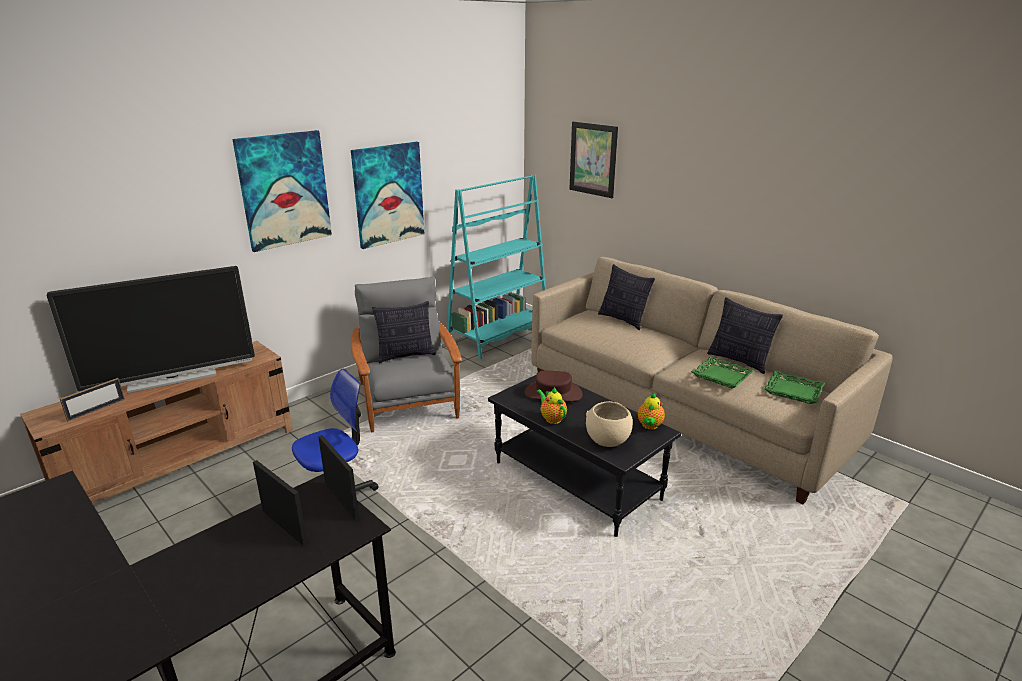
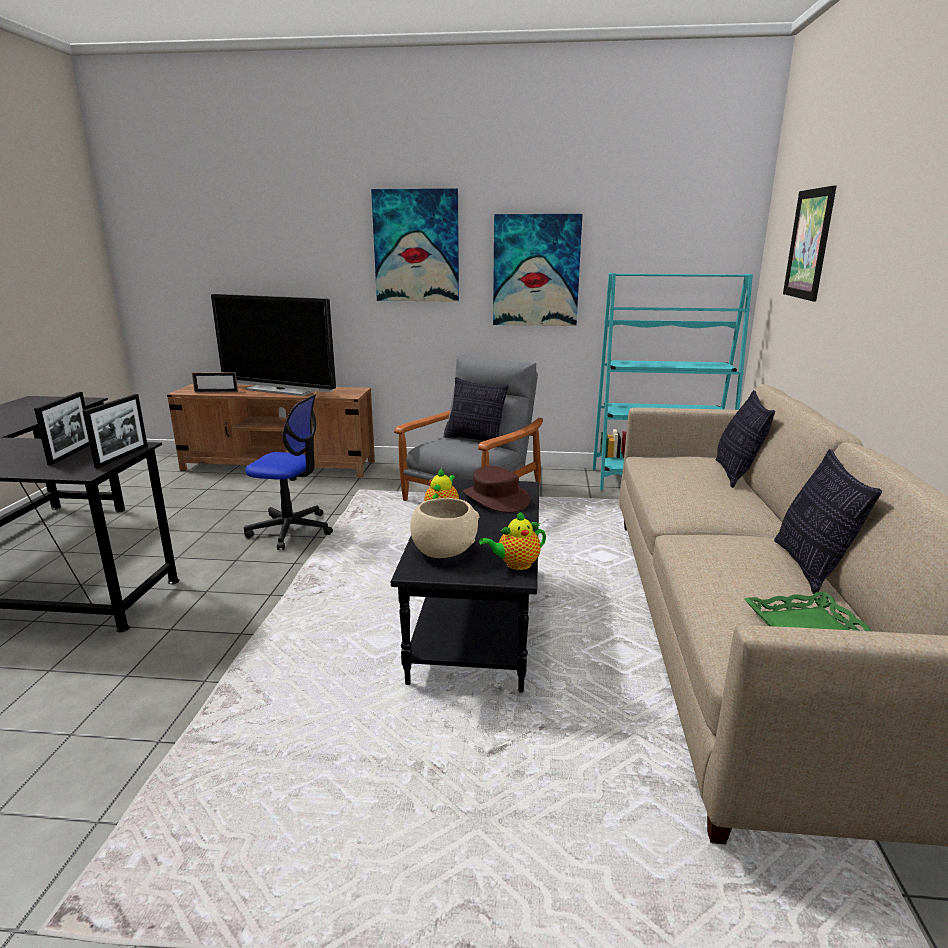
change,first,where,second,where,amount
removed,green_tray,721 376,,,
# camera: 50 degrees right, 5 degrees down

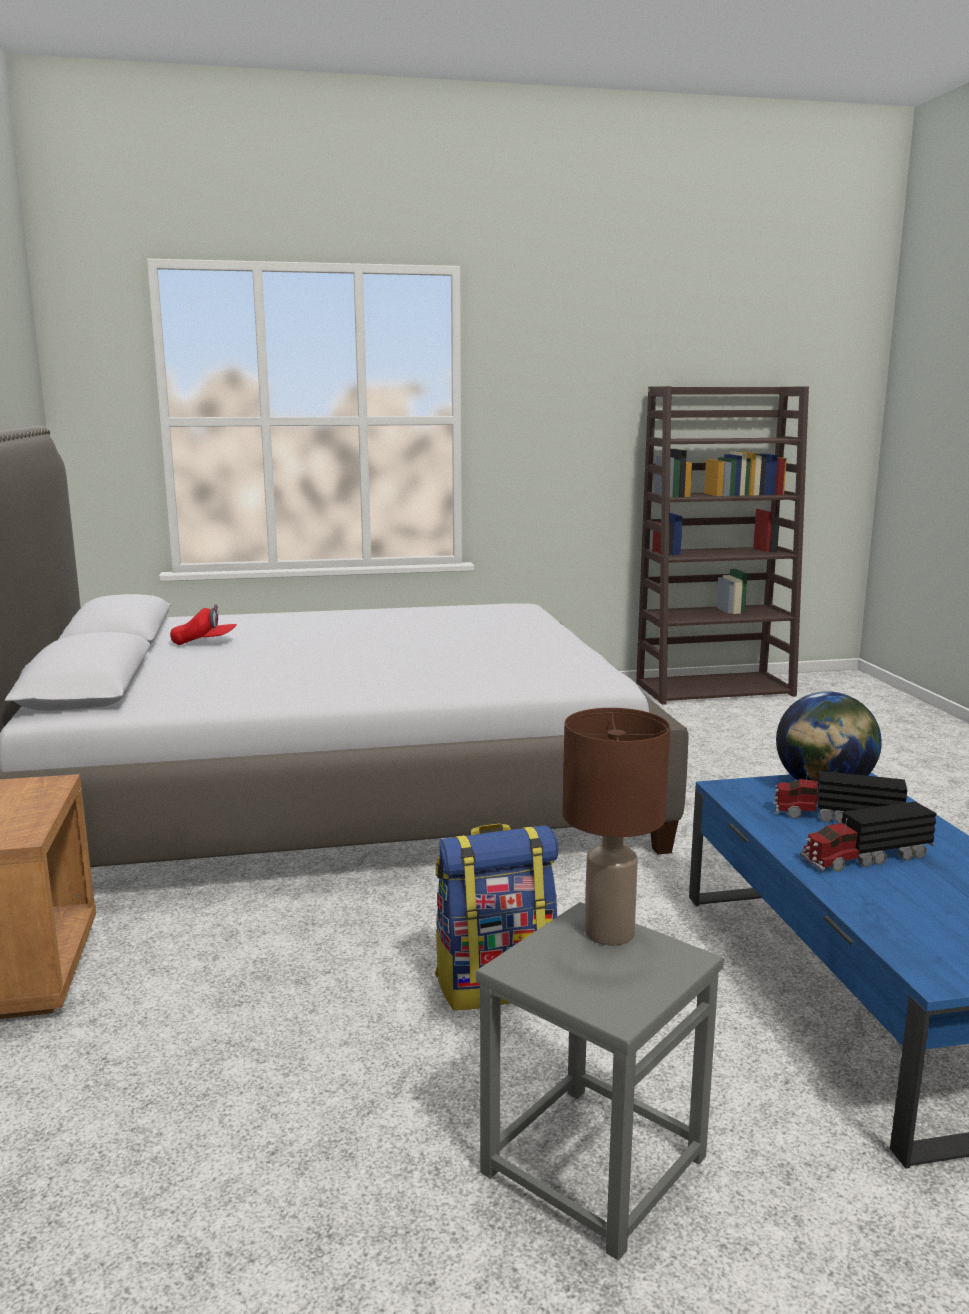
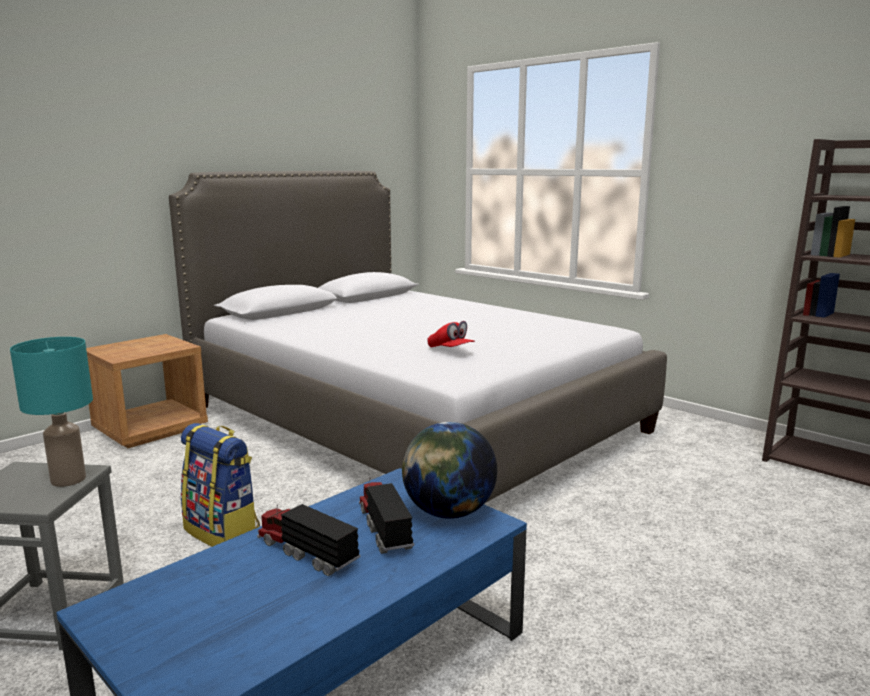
change,first,where,second,where,amount
moved,red_cap,204 642,,450 350,
recoloured,brown_table_lamp,608 932,turquoise_table_lamp,69 479,
# camera: 55 degrees right, 0 degrees up

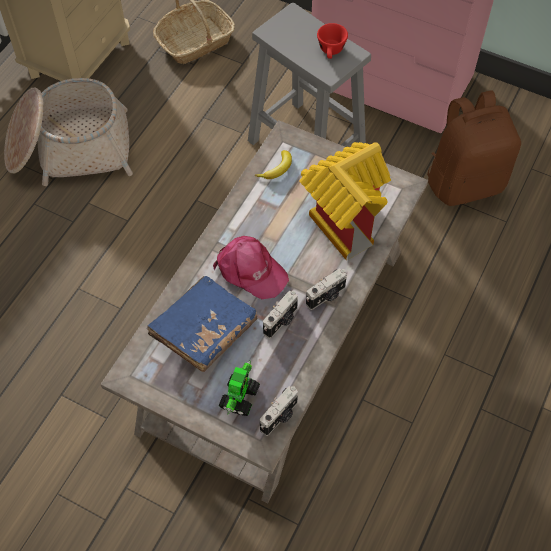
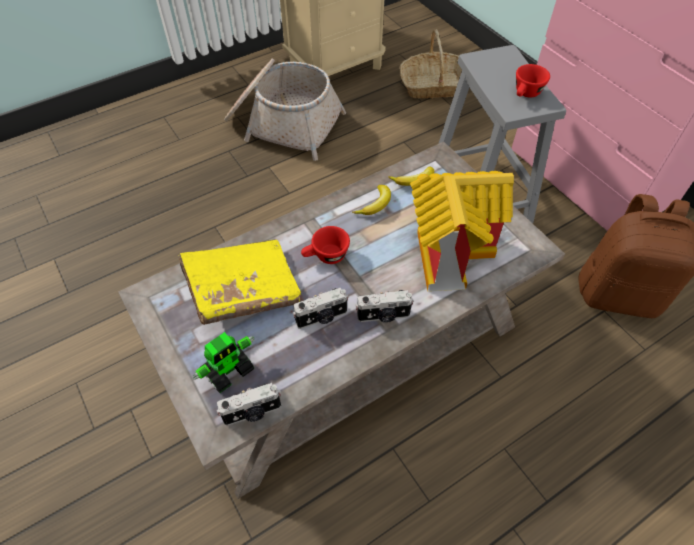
change,first,where,second,where,amount
replaced,pink_cap,250 270,red_cup,326 257,
recoloured,blue_book,204 330,yellow_book,243 290,
added,,,banana,375 205,
# camera: 30 degrees right, 5 degrees down

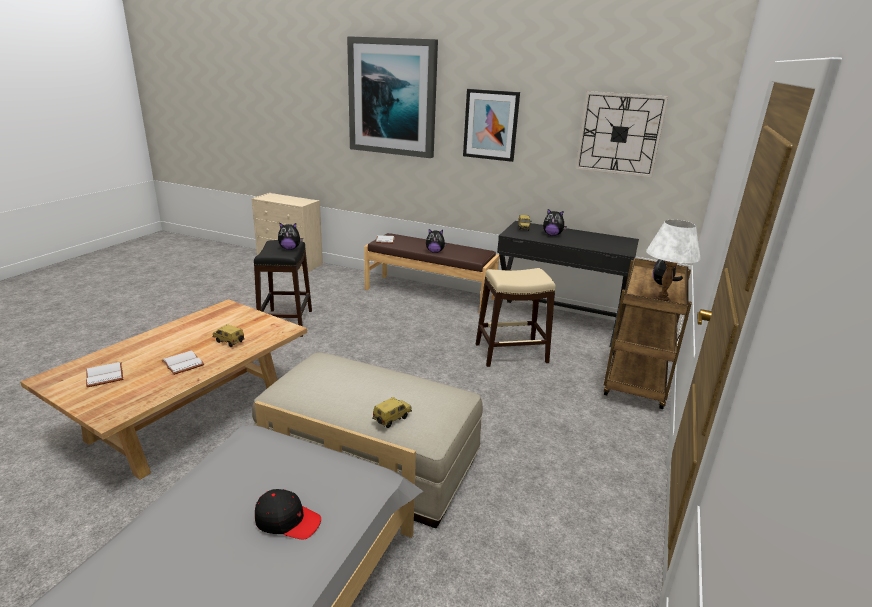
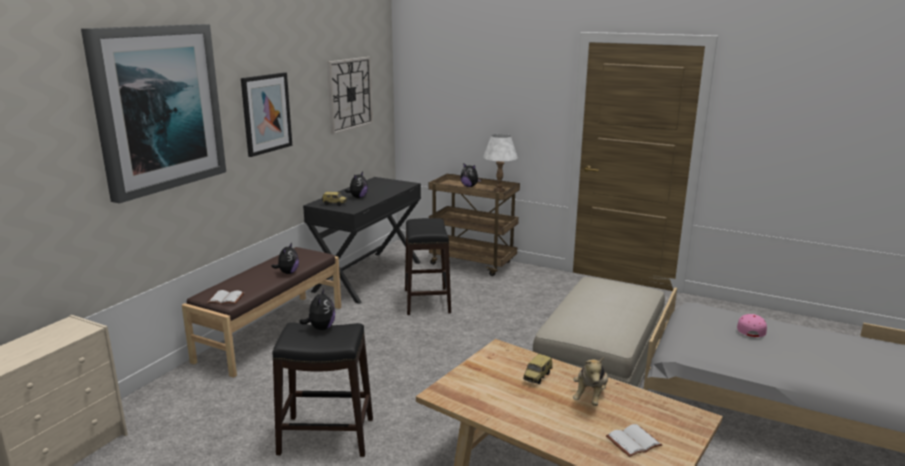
change,first,where,second,where,amount
recoloured,beige_stool,511 353,black_stool,427 301,
replaced,white_book,184 363,plush_toy,590 396,
removed,toy_car,392 419,,,
recoloured,black_cap,287 520,pink_cap,750 329,
# camera: 85 degrees left, 5 degrees down

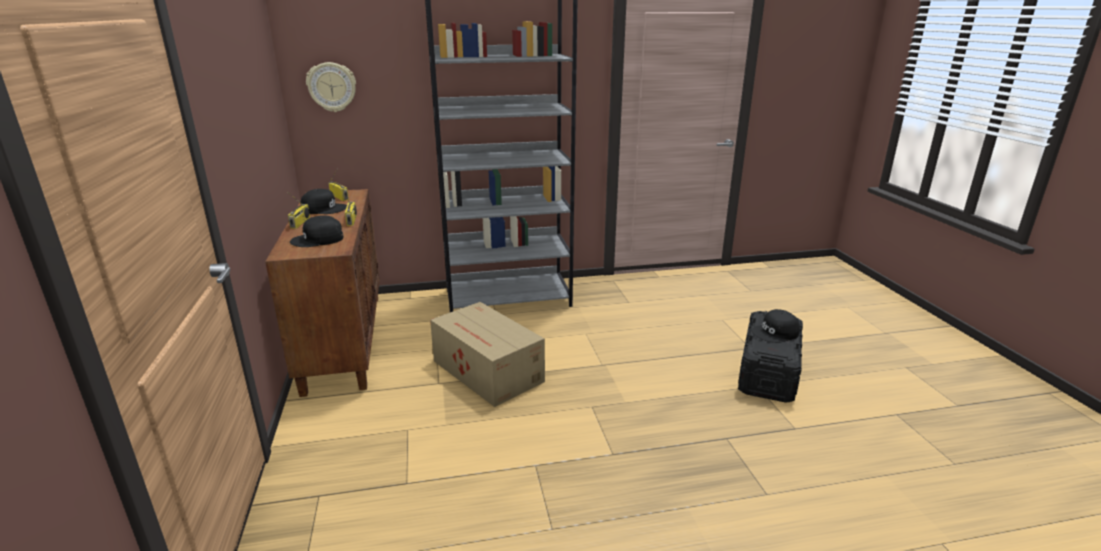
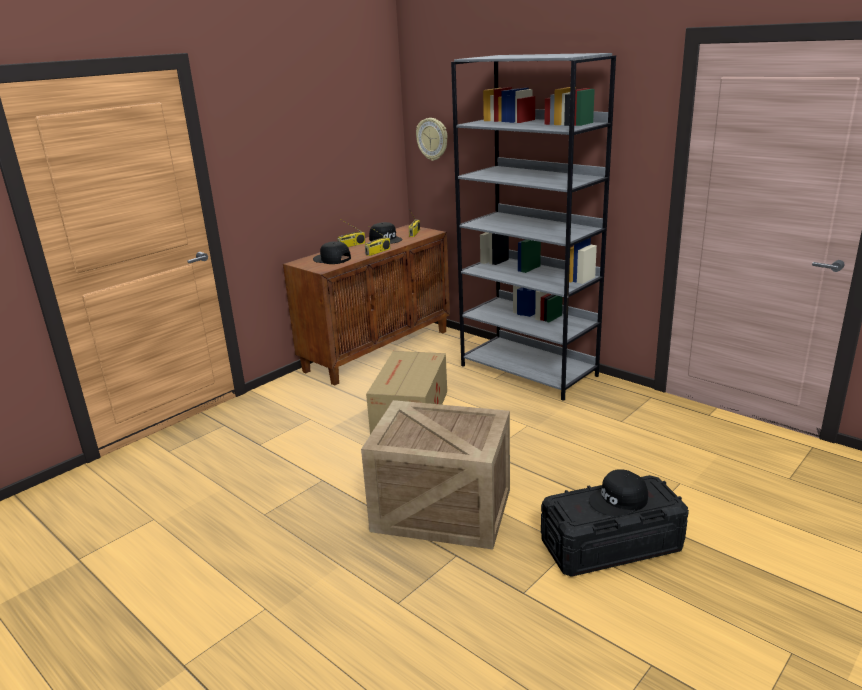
change,first,where,second,where,amount
turned,black_cap,776 332,,619 500,60 degrees counterclockwise
added,,,crate,444 509,
# camera: 55 degrees right, 0 degrees up

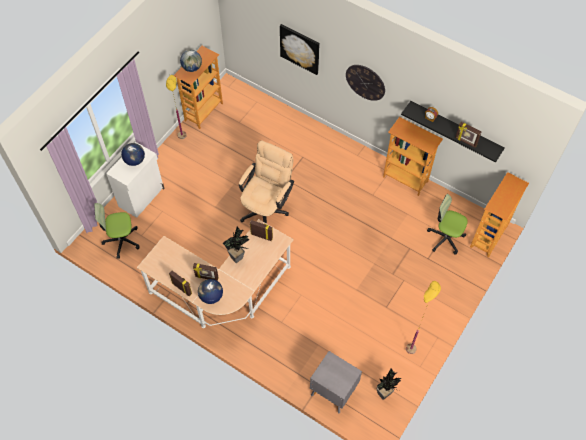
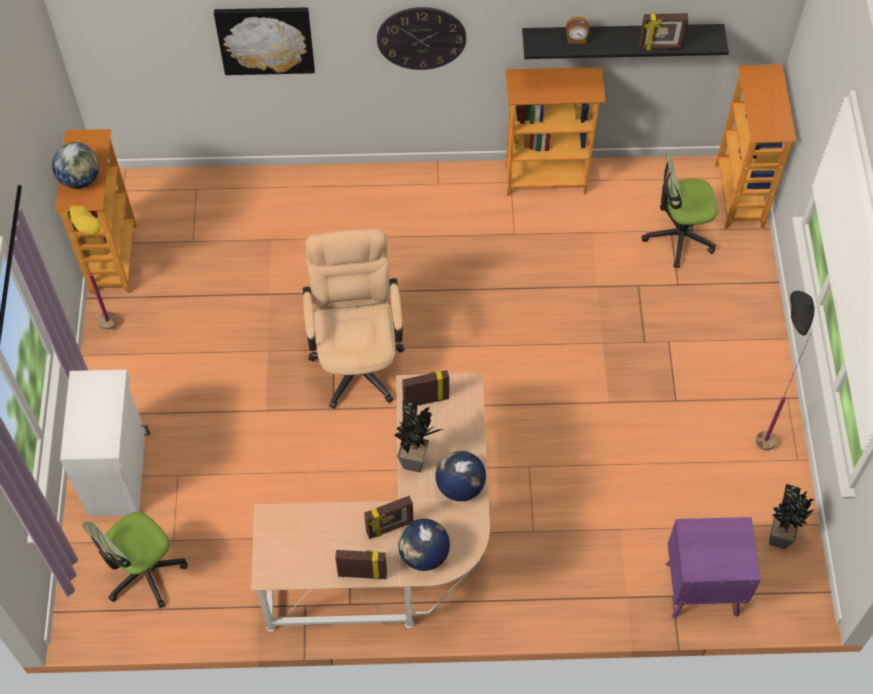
change,first,where,second,where,amount
moved,globe,135 160,,460 486,
recoloured,yellow_floor_lamp,413 342,black_floor_lamp,759 429,
recoloured,grey_nightstand,332 391,purple_nightstand,700 587,
# camera: 35 degrees left, 0 degrees up

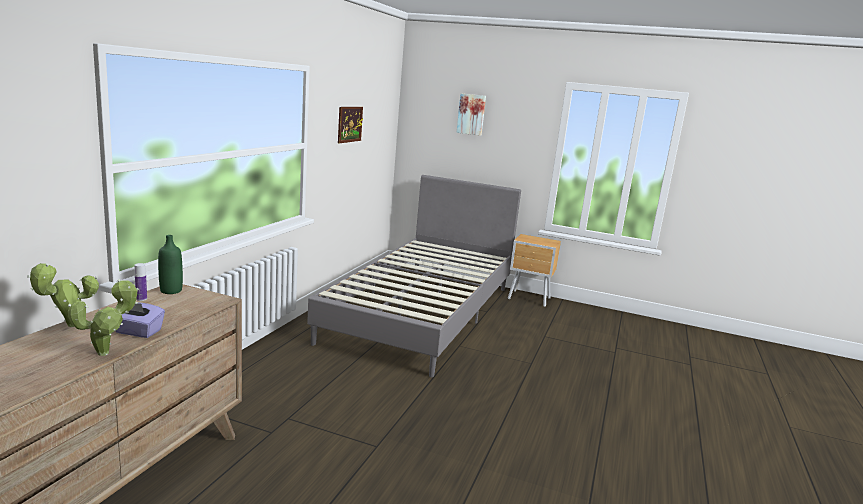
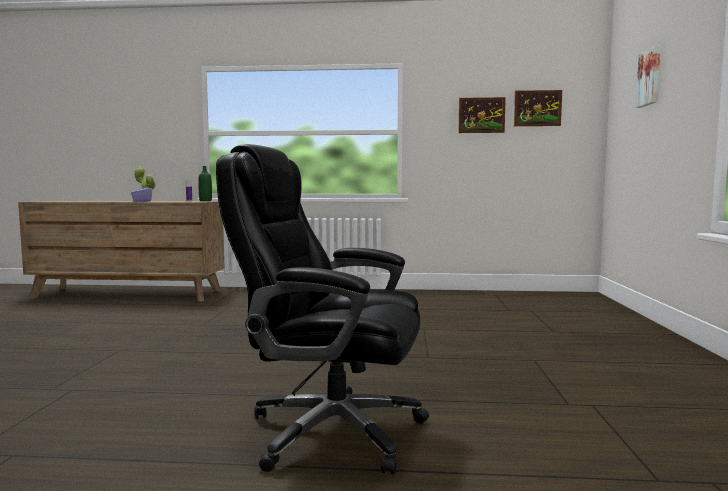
change,first,where,second,where,amount
removed,grey_bed,423 312,,,
removed,brown_nightstand,529 299,,,
removed,potted_plant,107 352,,,
added,,,picture,537 108,
added,,,black_office_chair,331 430,
# camera: 75 degrees right, 10 degrees down

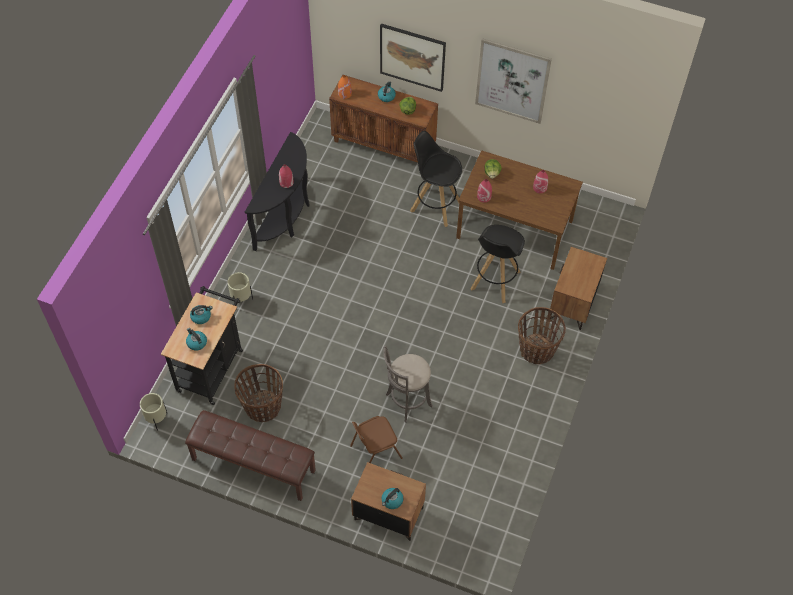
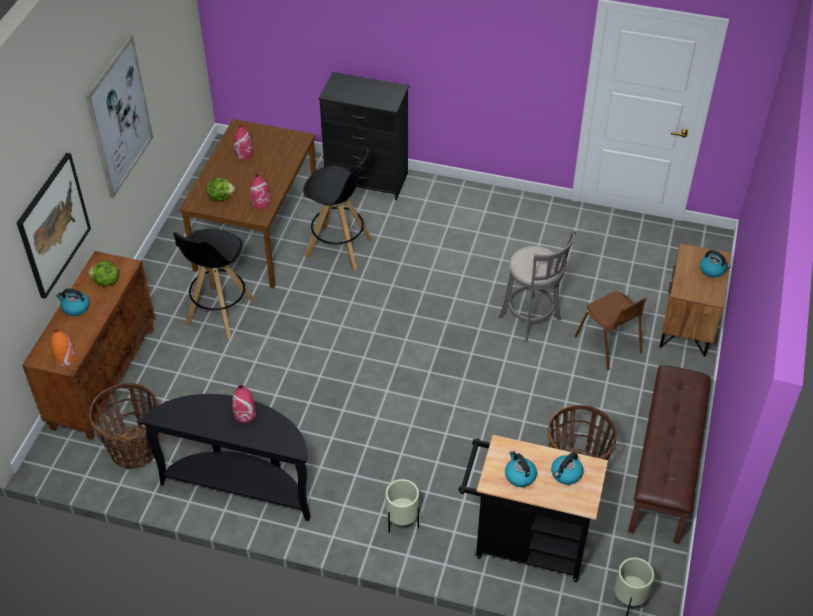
change,first,where,second,where,amount
replaced,brown_nightstand,573 304,black_dresser,366 180,
moved,basket,537 350,,135 449,
# camera: 95 degrees left, 10 degrees down

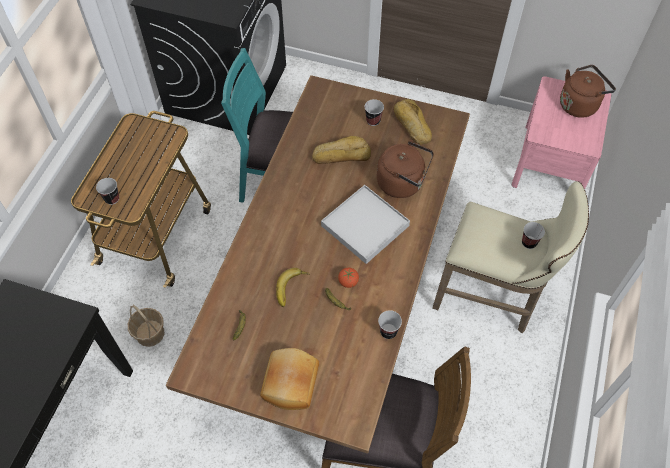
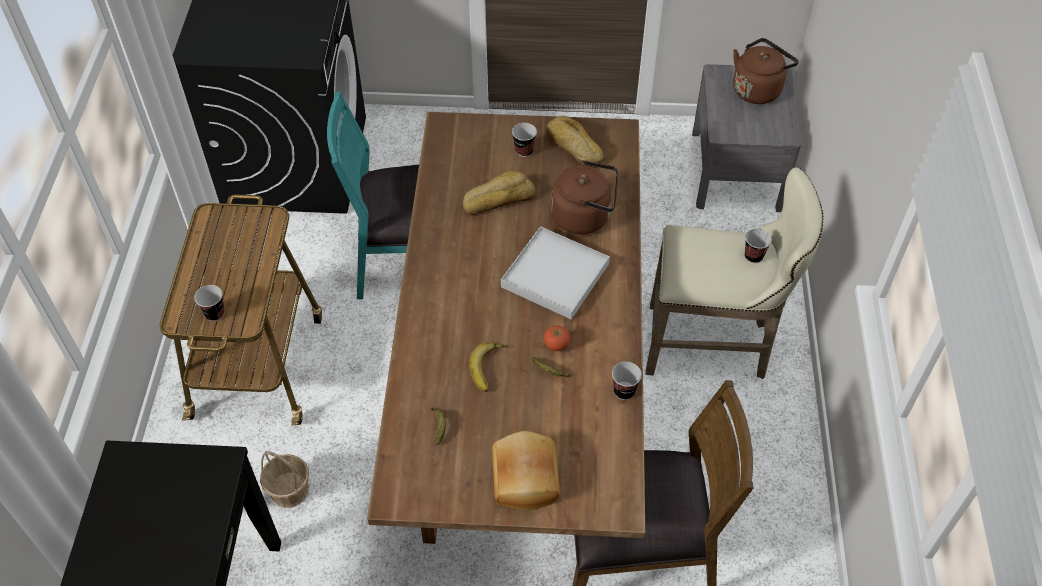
change,first,where,second,where,amount
recoloured,pink_nightstand,551 162,grey_nightstand,736 170,
# camera: 15 degrees left, 5 degrees down

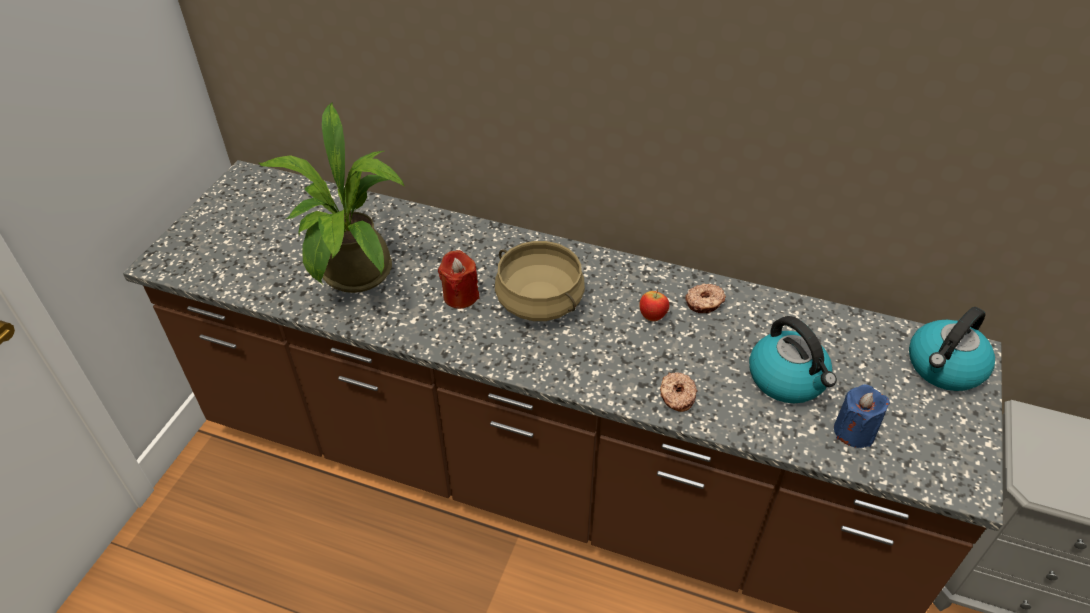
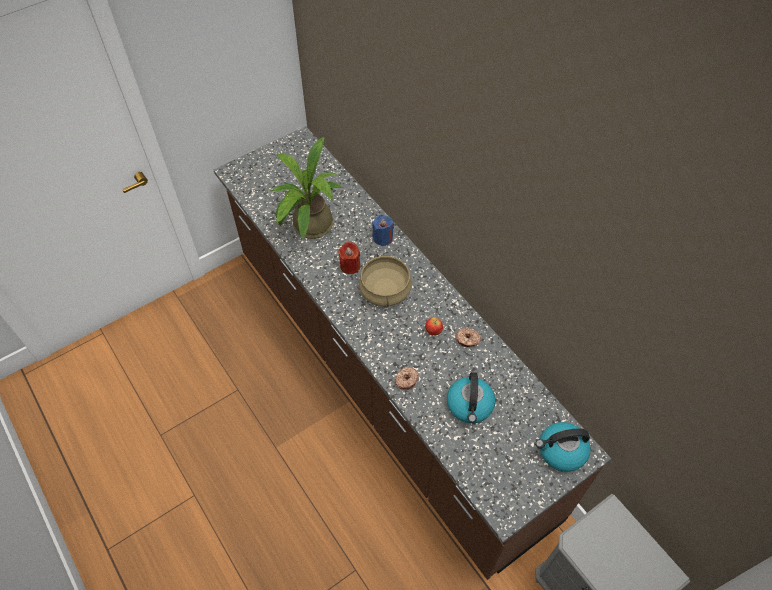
change,first,where,second,where,amount
moved,blue_candle,854 431,,383 238,
# camera: 35 degrees right, 10 degrees up

